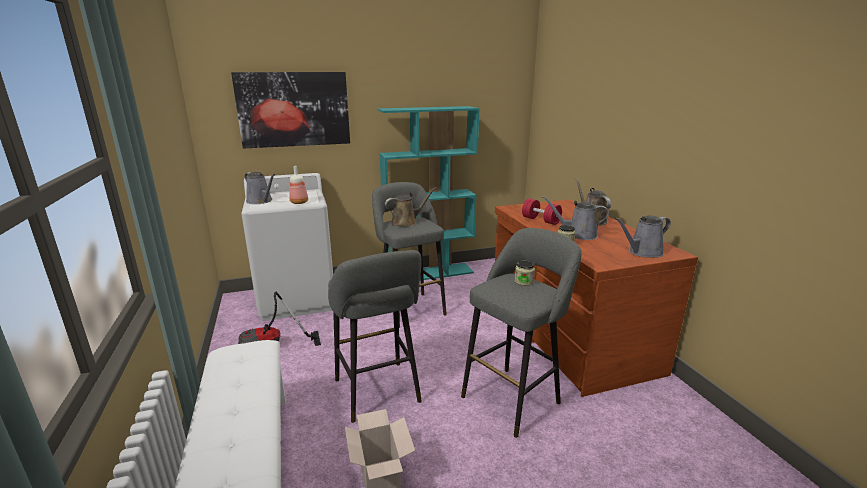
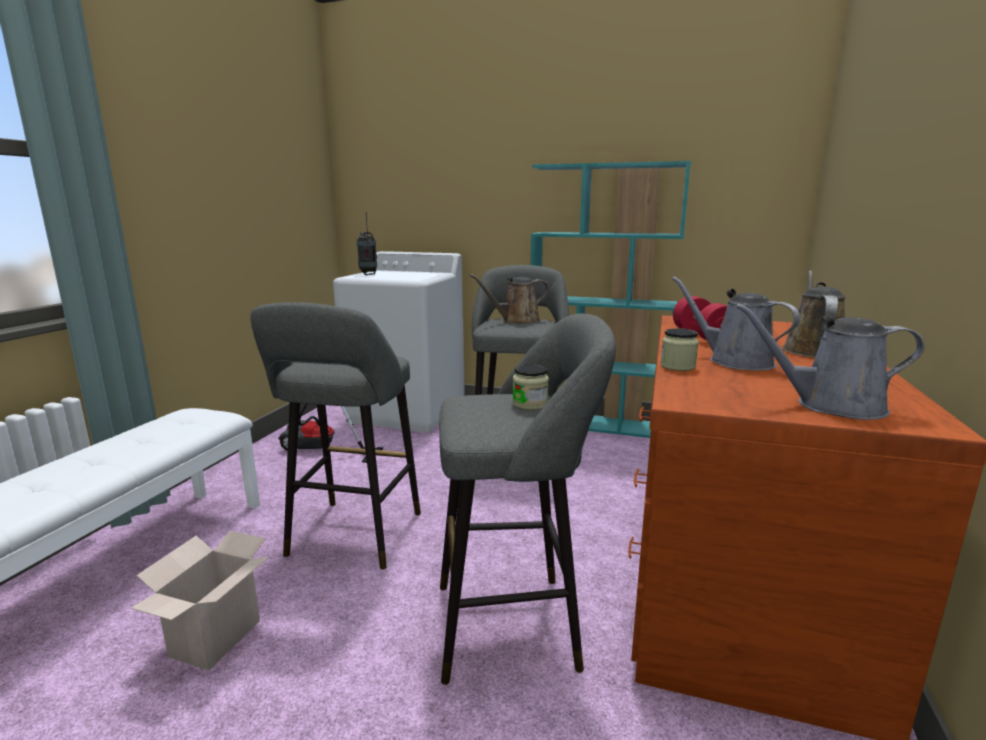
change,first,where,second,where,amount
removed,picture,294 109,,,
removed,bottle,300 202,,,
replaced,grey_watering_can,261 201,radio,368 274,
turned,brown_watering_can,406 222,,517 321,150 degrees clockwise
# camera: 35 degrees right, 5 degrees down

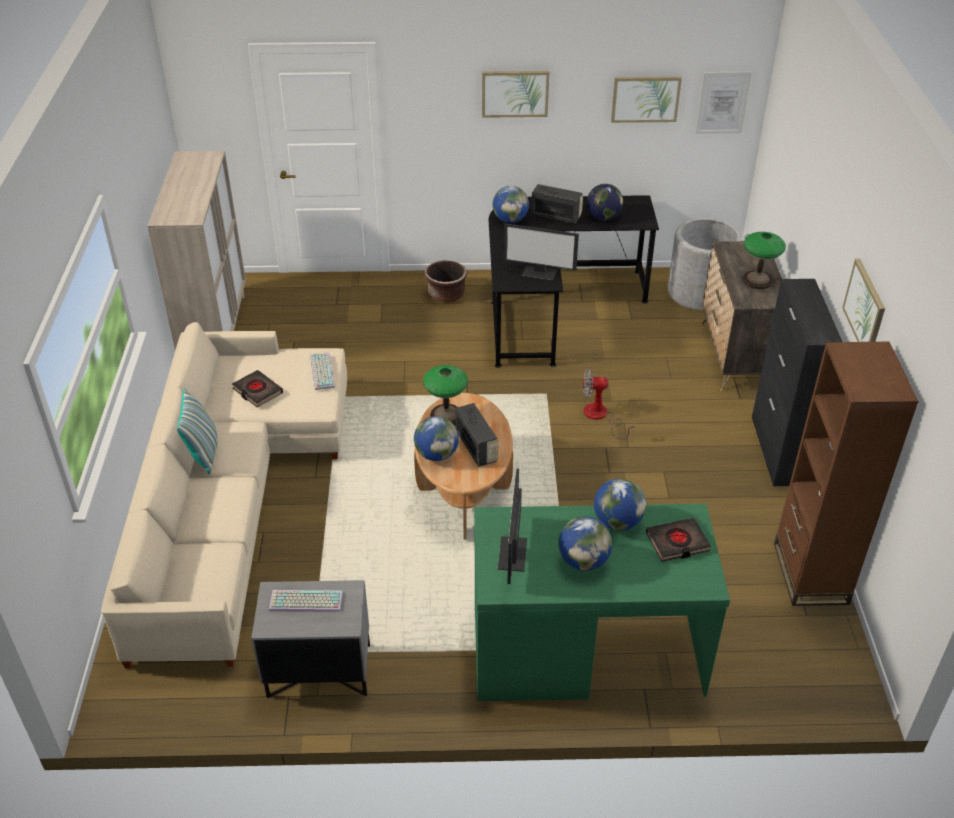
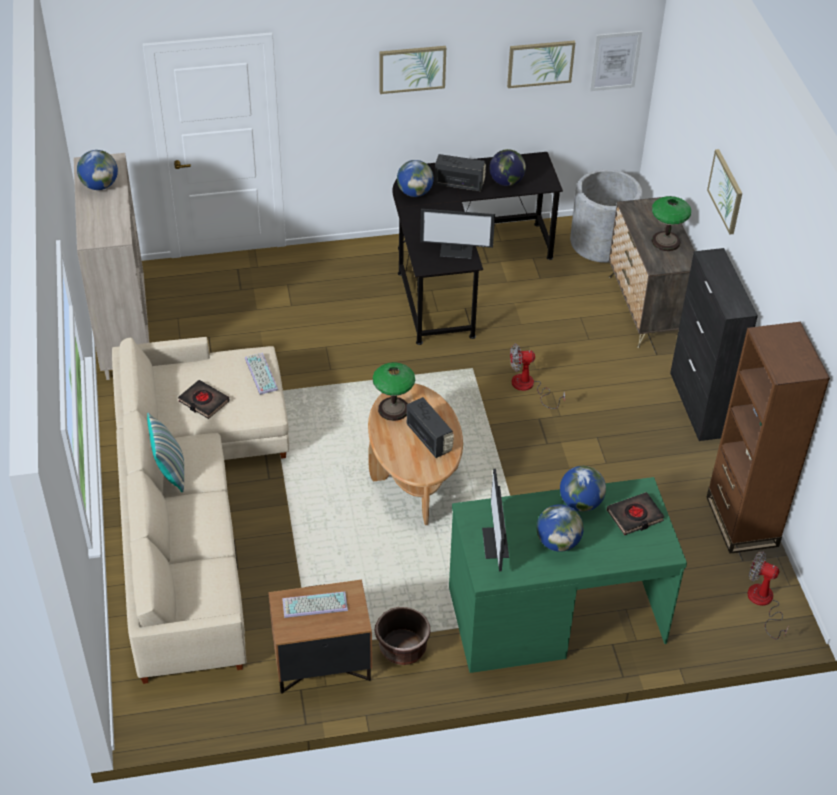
change,first,where,second,where,amount
moved,picture,865 308,,726 191,
moved,brown_planter,446 294,,402 649,
moved,globe,436 454,,100 185,
recoloured,grey_nightstand,318 672,brown_nightstand,321 665,
added,,,fan,763 603,
# camera: 10 degrees left, 5 degrees up

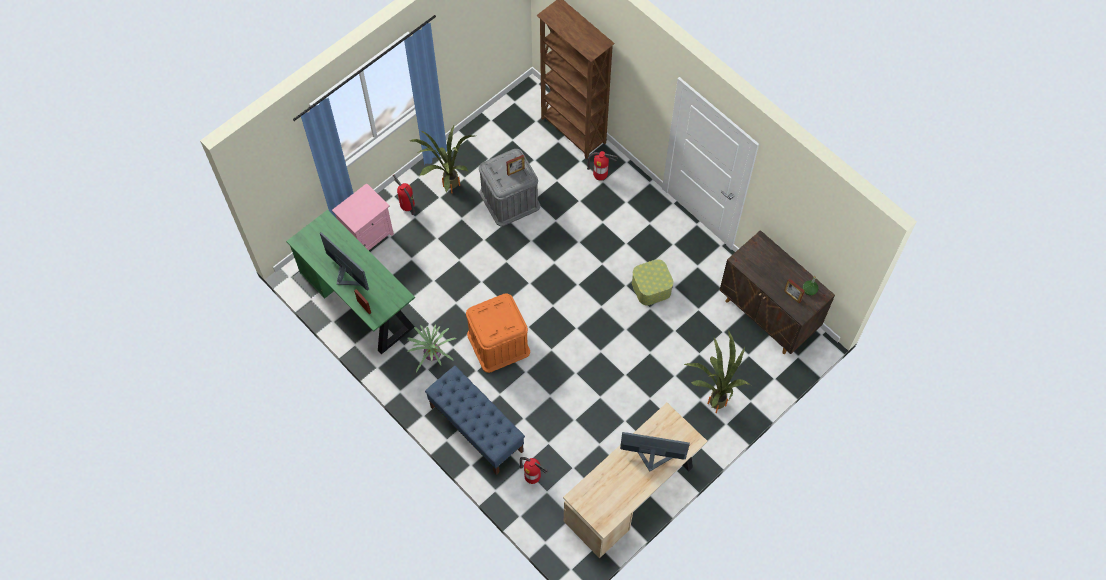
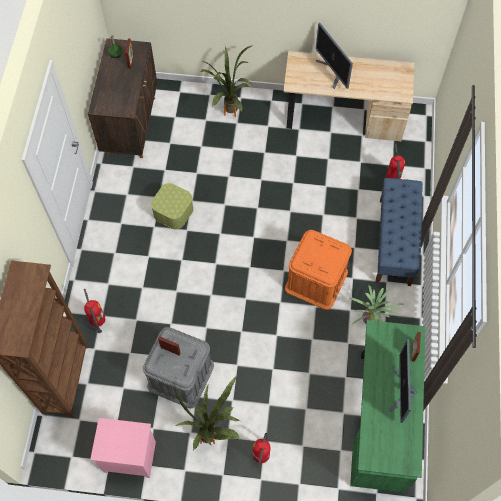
change,first,where,second,where,amount
moved,pink_nightstand,368 235,,129 457,
# camera: 130 degrees left, 0 degrees up

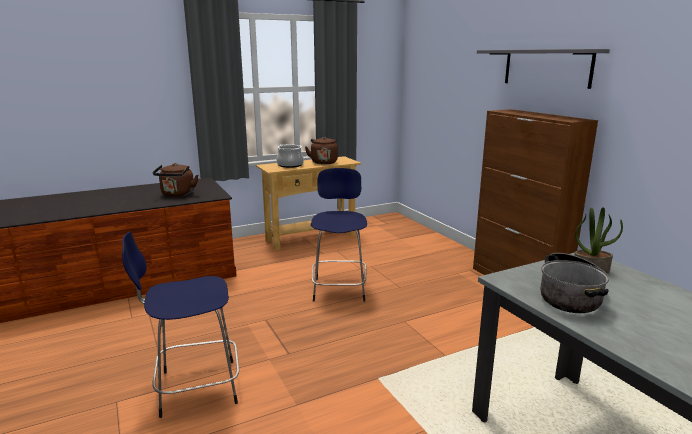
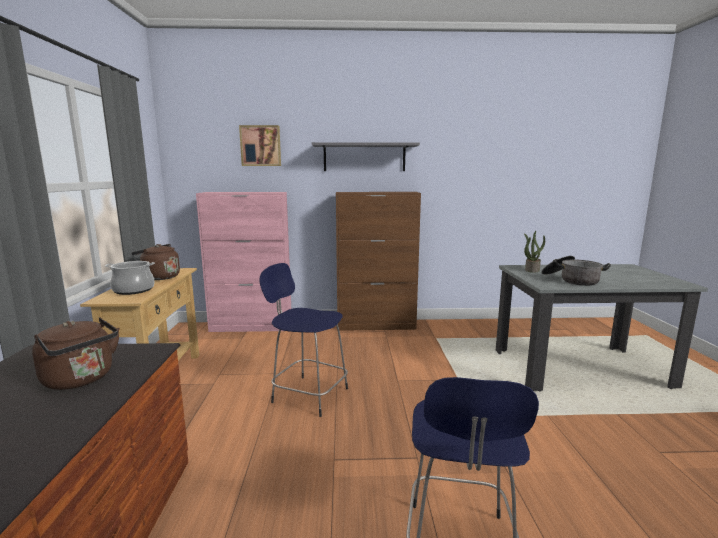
change,first,where,second,where,amount
added,,,picture,261 146,
added,,,pink_cabinet,251 327,
# camera: 65 degrees left, 5 degrees down

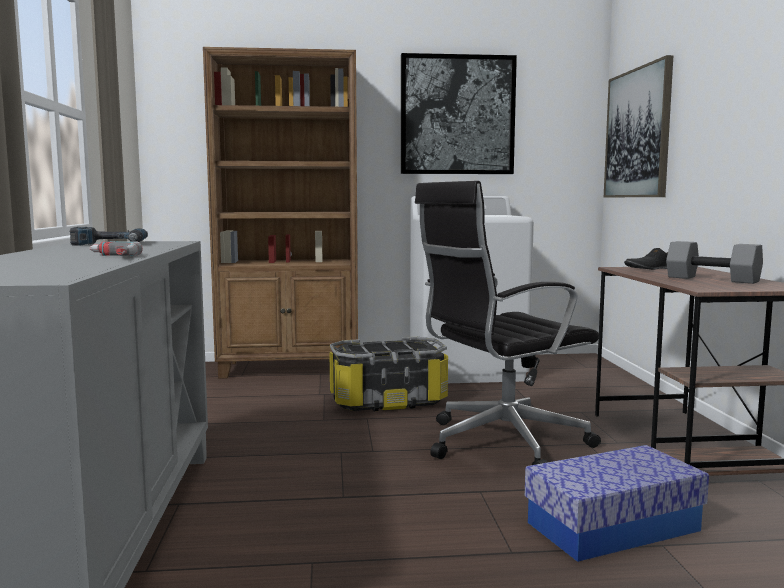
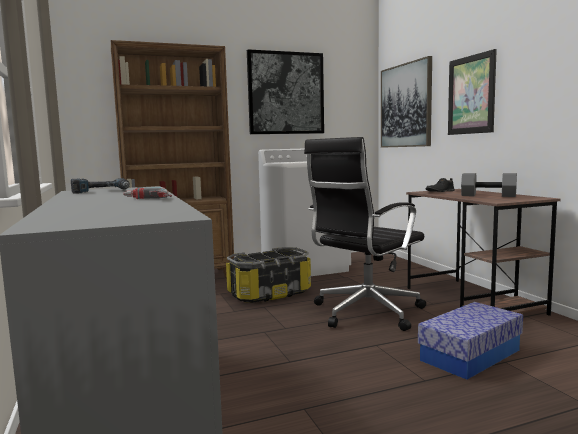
change,first,where,second,where,amount
added,,,picture,471 95,
# camera: 15 degrees left, 0 degrees up

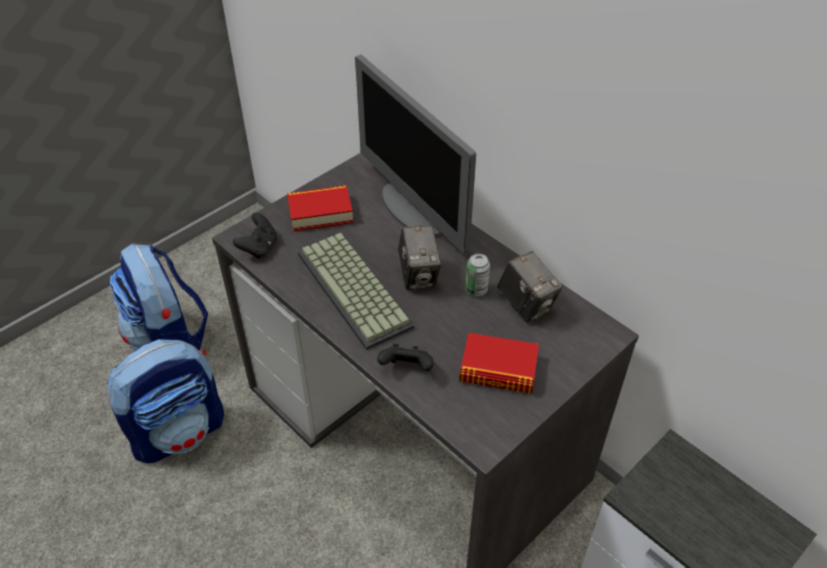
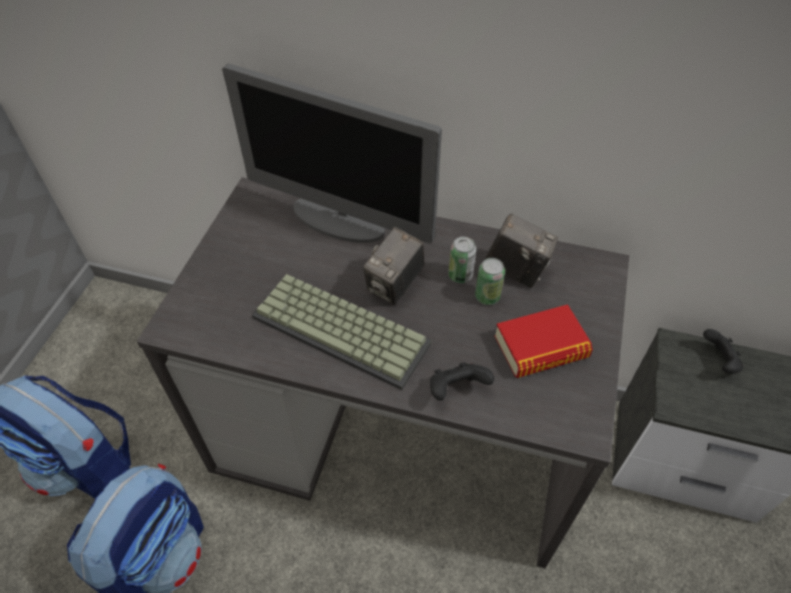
change,first,where,second,where,amount
removed,book,320 213,,,
moved,black_game_controller,259 247,,718 361,
turned,photo_camera,418 275,,395 285,75 degrees clockwise
added,,,can,487 296,
# camera: 30 degrees left, 5 degrees up

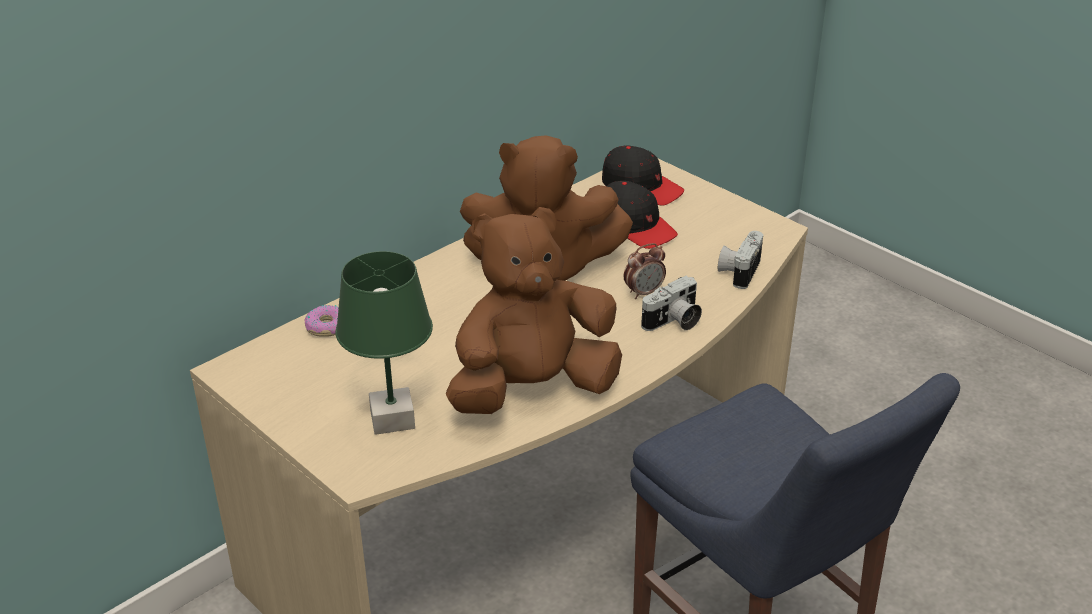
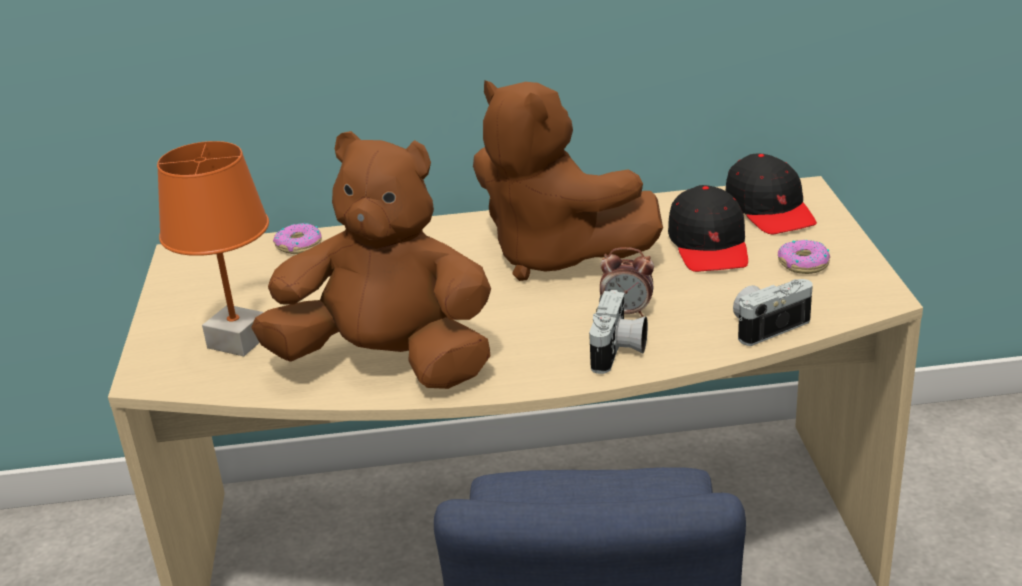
change,first,where,second,where,amount
recoloured,green_table_lamp,392 420,orange_table_lamp,236 342,
turned,photo_camera,673 322,,619 352,75 degrees counterclockwise
added,,,donut,803 264,
# camera: 40 degrees right, 5 degrees down

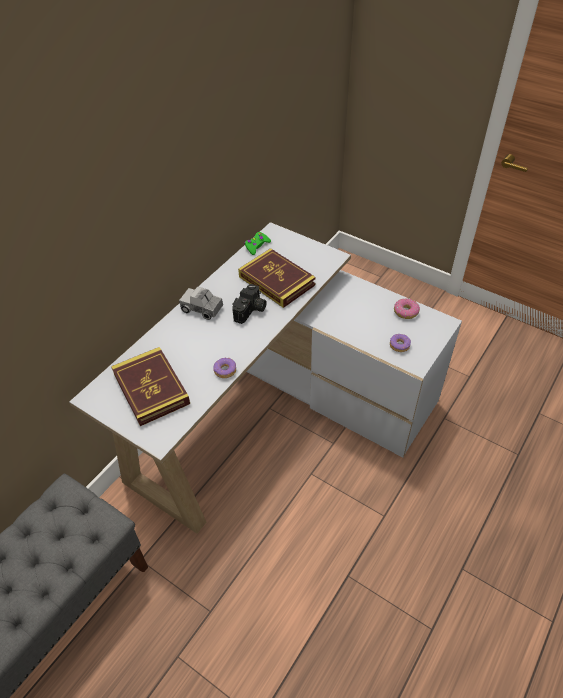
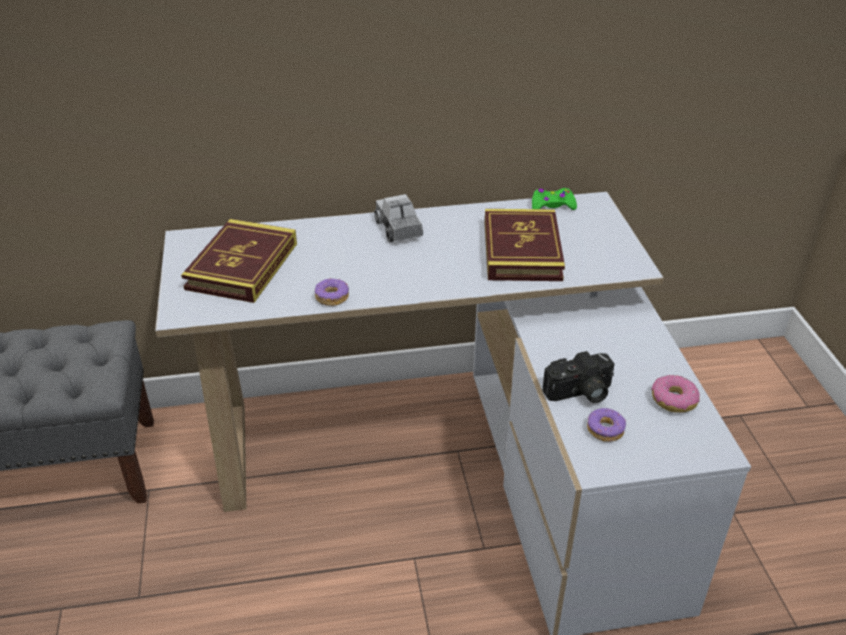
change,first,where,second,where,amount
moved,photo_camera,251 311,,580 393,
# camera: 45 degrees right, 10 degrees down

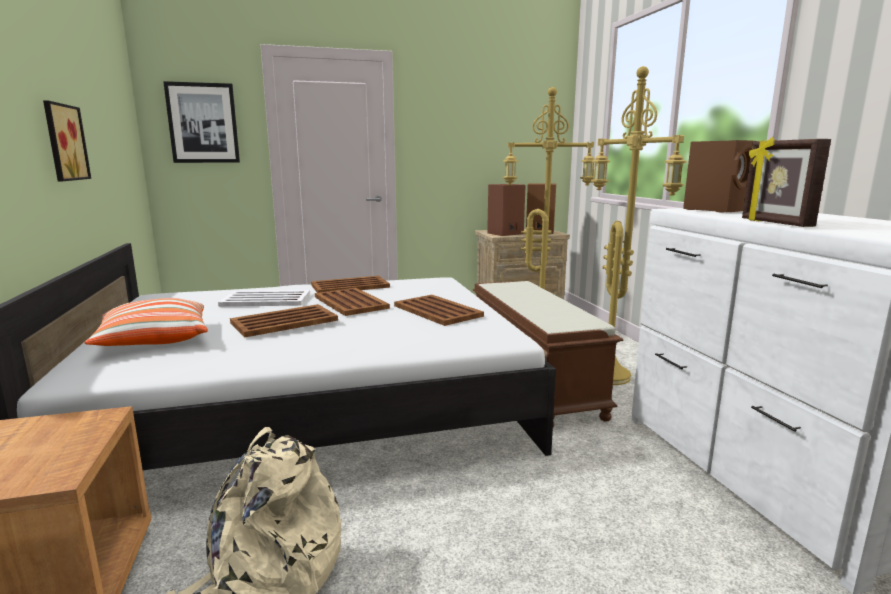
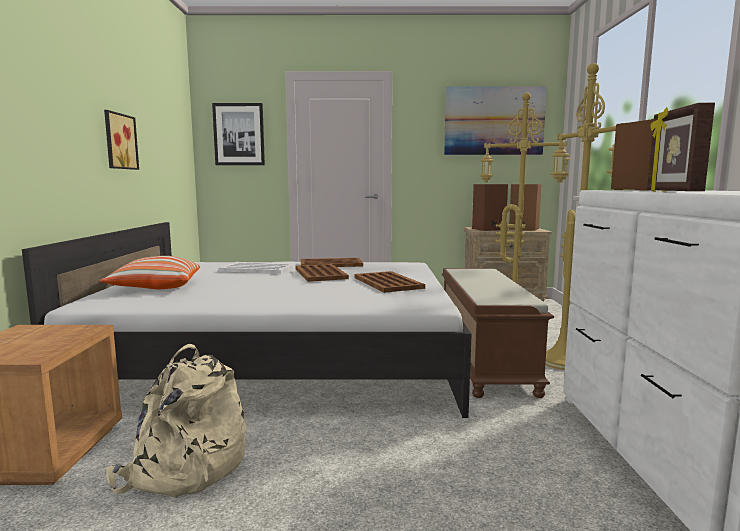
change,first,where,second,where,amount
removed,brown_tray,285 321,,,
added,,,picture,494 121,
# camera: 15 degrees right, 5 degrees down

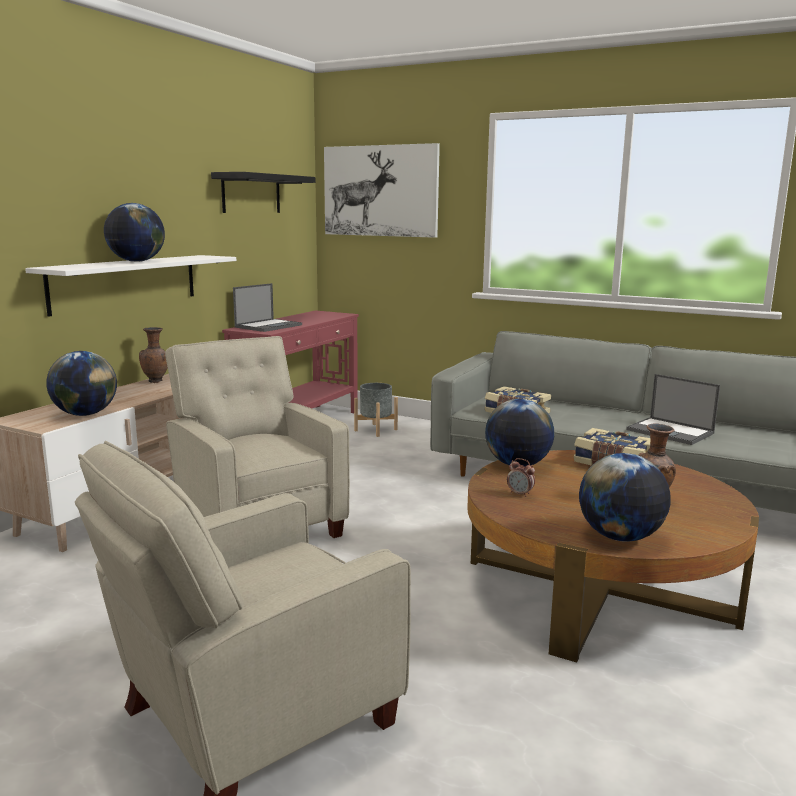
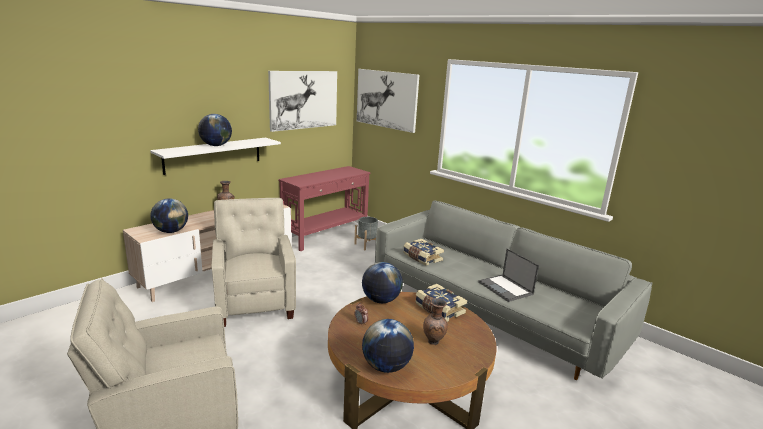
change,first,where,second,where,amount
replaced,black_shelf,251 193,picture,304 100,
removed,laptop,269 326,,,
# camera: 15 degrees right, 5 degrees up

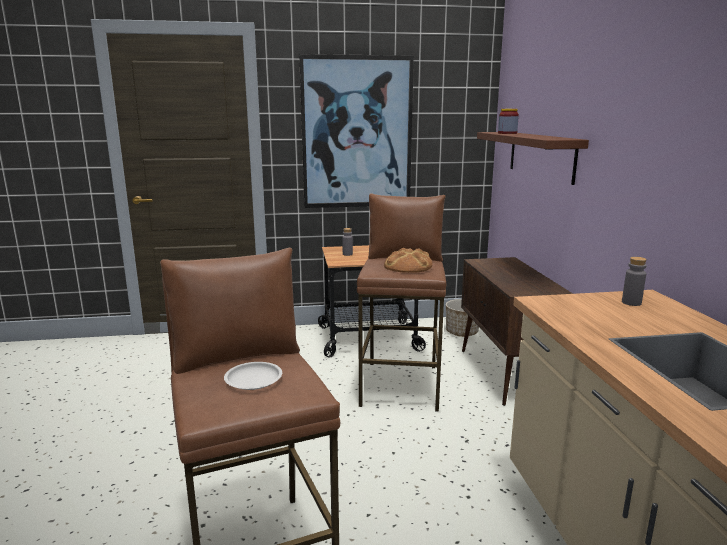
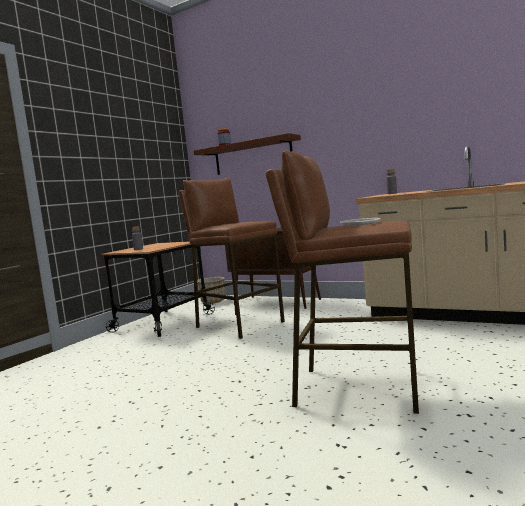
change,first,where,second,where,amount
removed,picture,357 133,,,
removed,bread,408 266,,,
# camera: 50 degrees left, 10 degrees down

